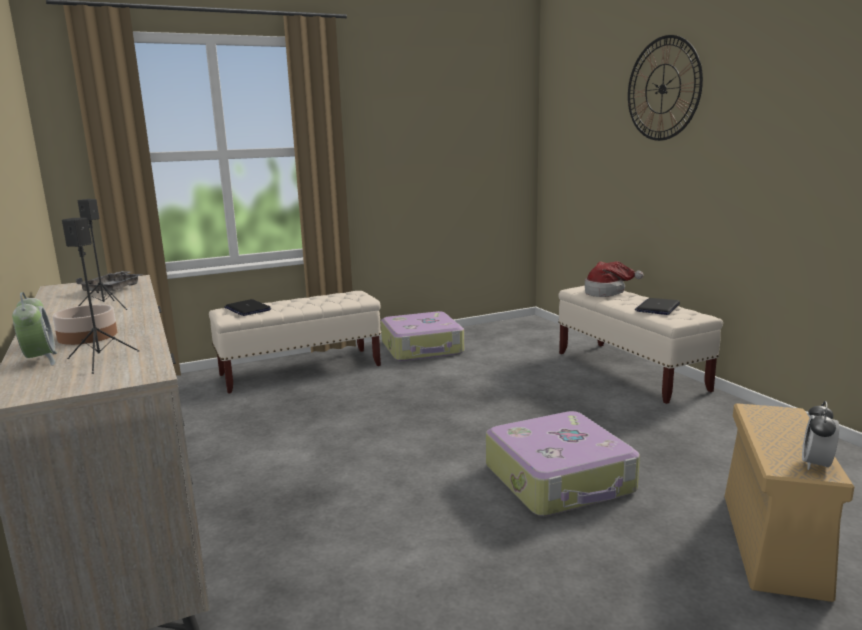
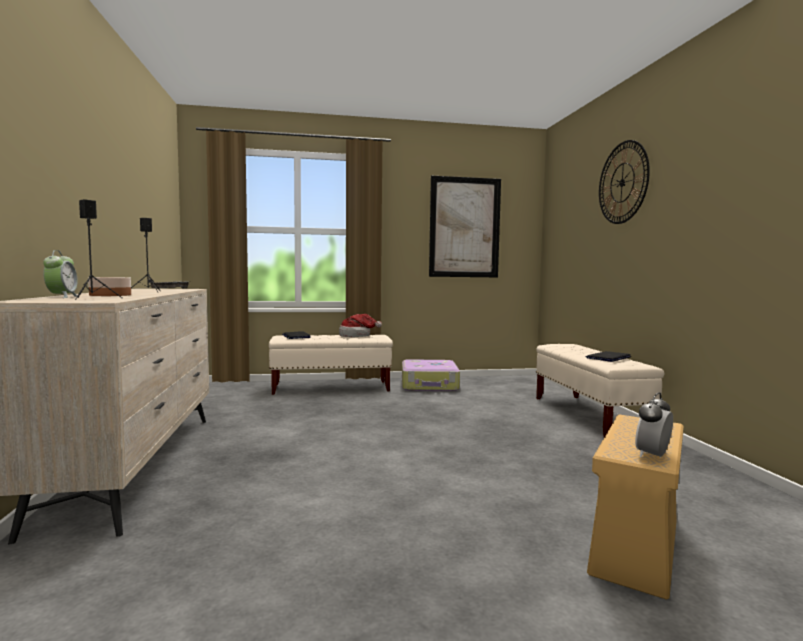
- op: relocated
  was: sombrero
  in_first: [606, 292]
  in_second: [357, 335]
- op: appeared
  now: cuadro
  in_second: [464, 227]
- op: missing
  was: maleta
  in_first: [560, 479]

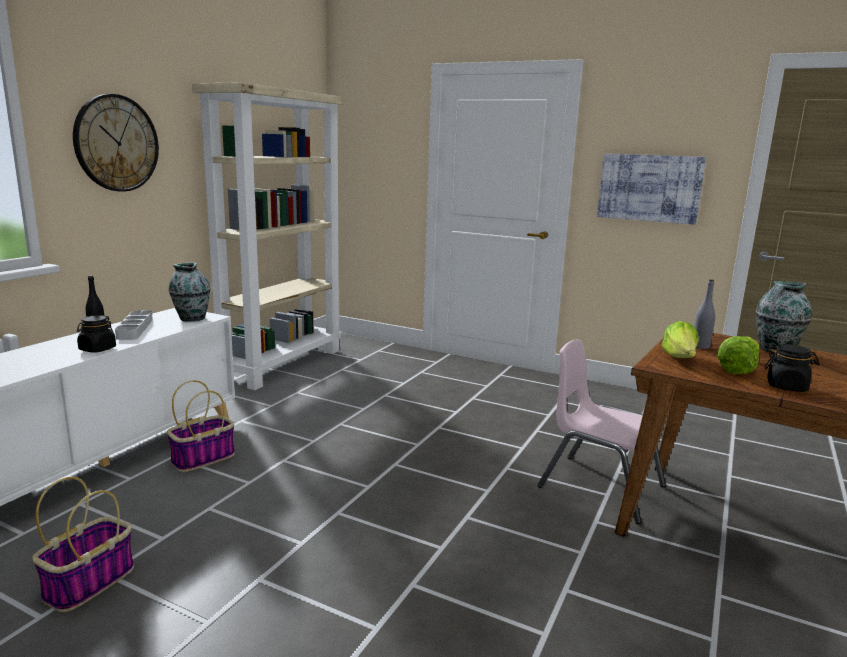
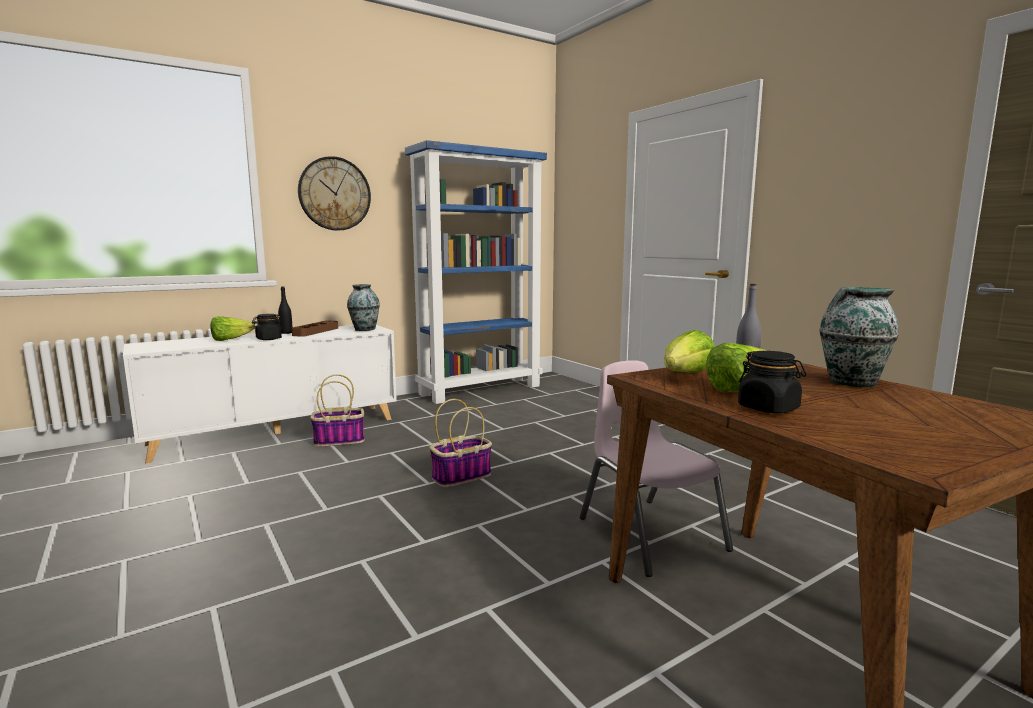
- op: appeared
  now: lechuga
  in_second: [230, 340]
- op: colour
  was: bandeja (gris)
  now: bandeja (marrón)
  in_first: [135, 328]
  in_second: [316, 331]
- op: colour
  was: estantería (beis)
  now: estantería (azul)
  in_first: [282, 364]
  in_second: [481, 390]
- op: relocated
  was: cesta
  in_first: [90, 582]
  in_second: [462, 476]
- op: missing
  was: cuadro
  in_first: [649, 188]

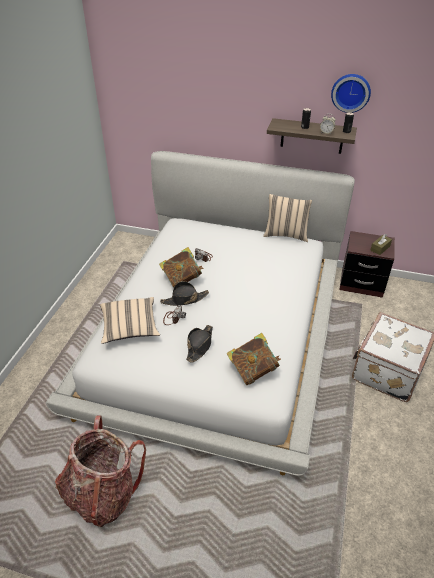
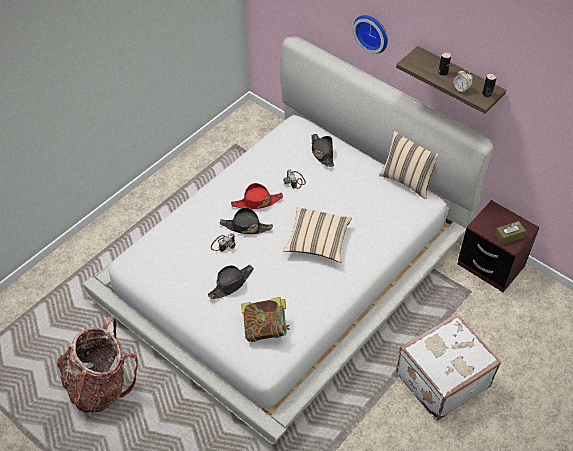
- op: exchanged
  was: libro
  now: sombrero (rojo)
  in_first: [182, 280]
  in_second: [257, 202]
- op: relocated
  was: cojín (beis)
  in_first: [130, 327]
  in_second: [317, 241]
- op: appeared
  now: sombrero (negro)
  in_second: [322, 152]
- op: relocated
  was: reloj de pared
  in_first: [351, 92]
  in_second: [372, 32]

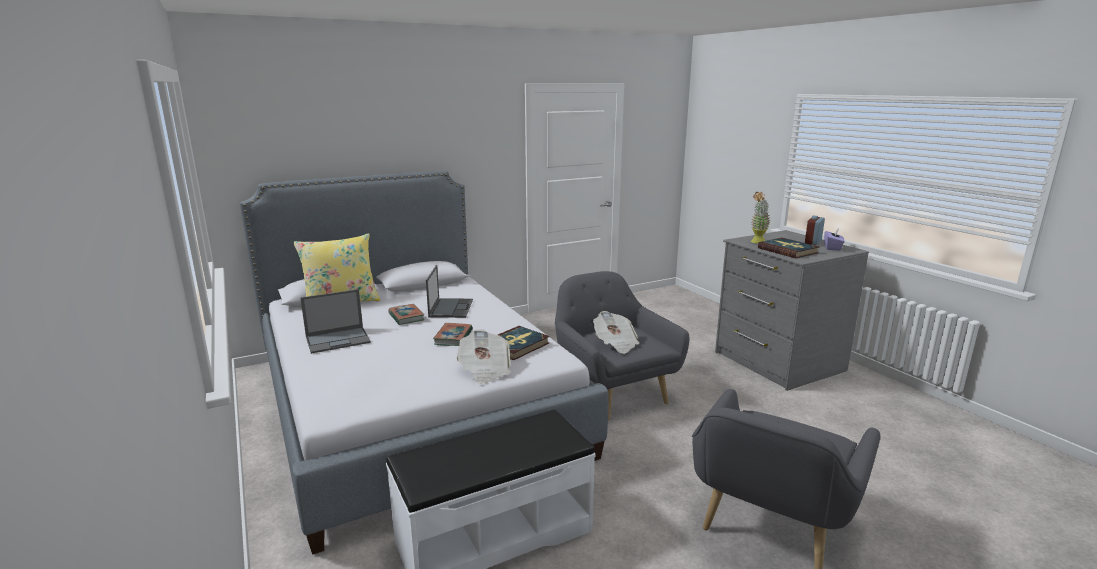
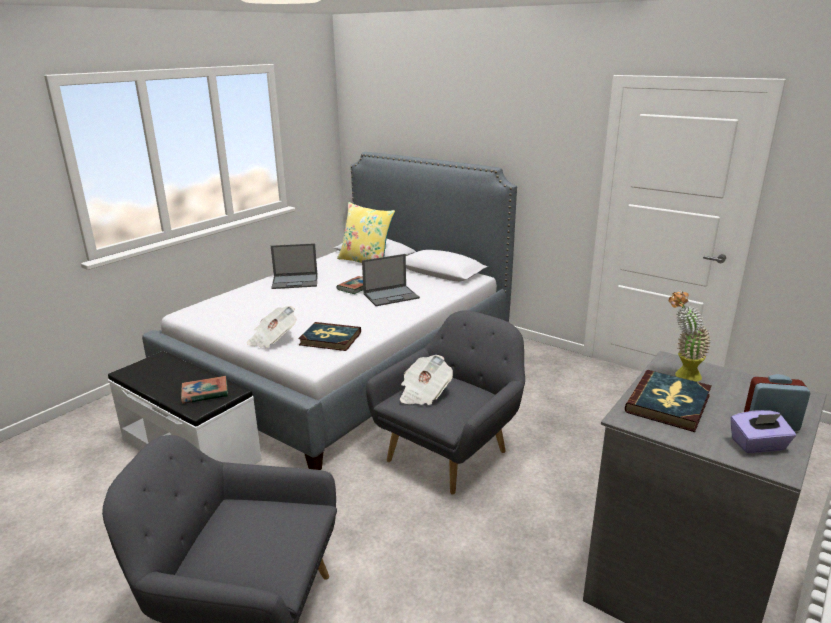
- op: relocated
  was: libro
  in_first: [453, 337]
  in_second: [205, 393]
- op: spun
  was: portátil
  in_first: [338, 340]
  in_second: [295, 281]
  clockwise: -45

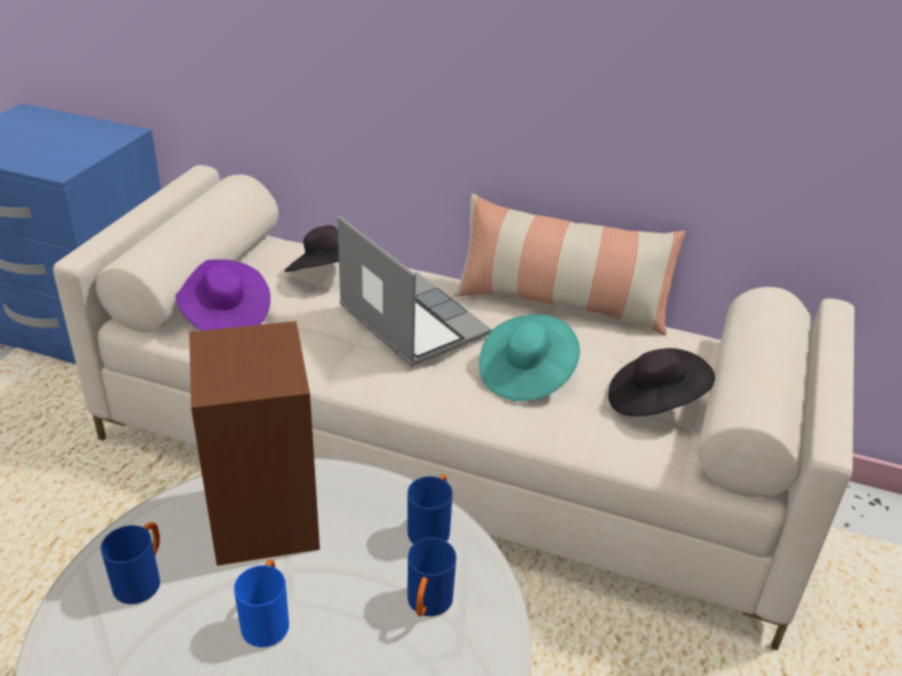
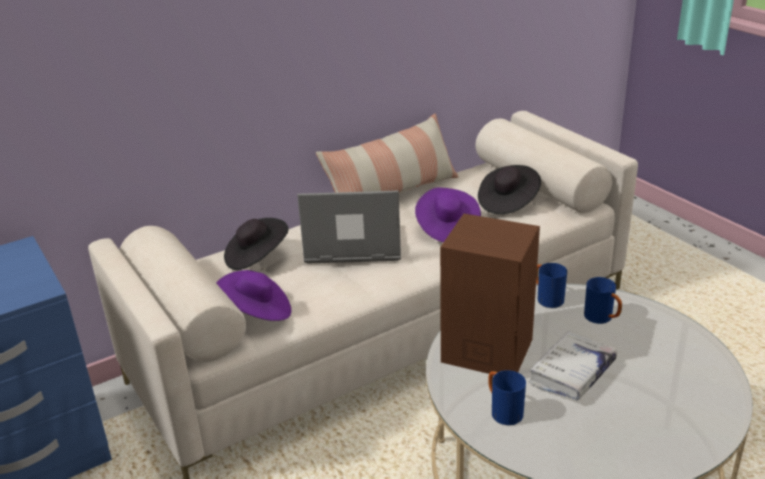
- op: colour
  was: sombrero (turquesa)
  now: sombrero (morado)
  in_first: [526, 375]
  in_second: [447, 228]
- op: exchanged
  was: taza grande (azul)
  now: libro (blanco)
  in_first: [267, 619]
  in_second: [572, 373]

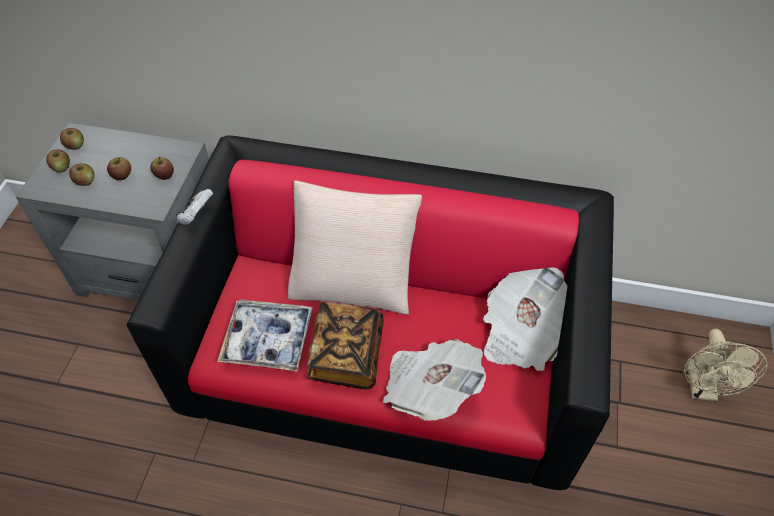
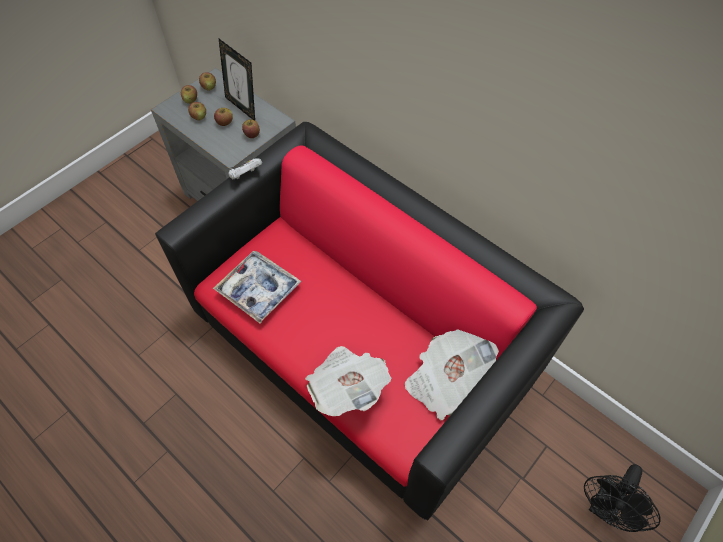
- op: appeared
  now: portarretratos
  in_second: [243, 107]
- op: colour
  was: ventilador (beis)
  now: ventilador (negro)
  in_first: [702, 388]
  in_second: [604, 507]
- op: missing
  was: cojín (beis)
  in_first: [354, 278]
- op: missing
  was: libro
  in_first: [346, 355]

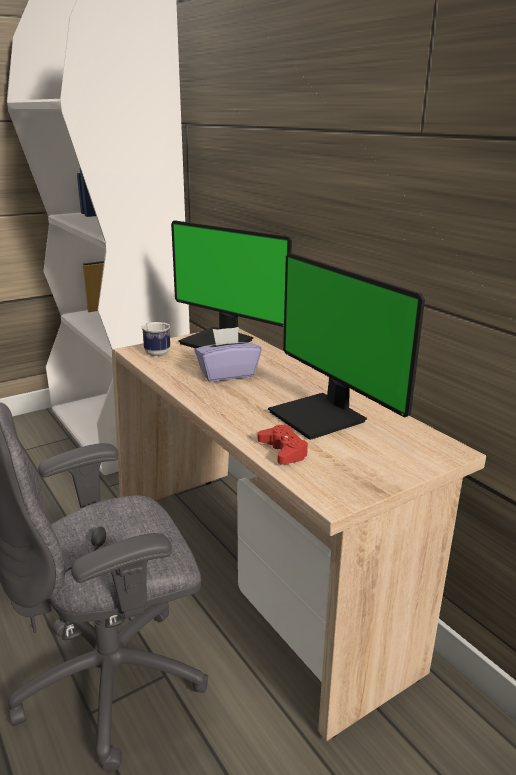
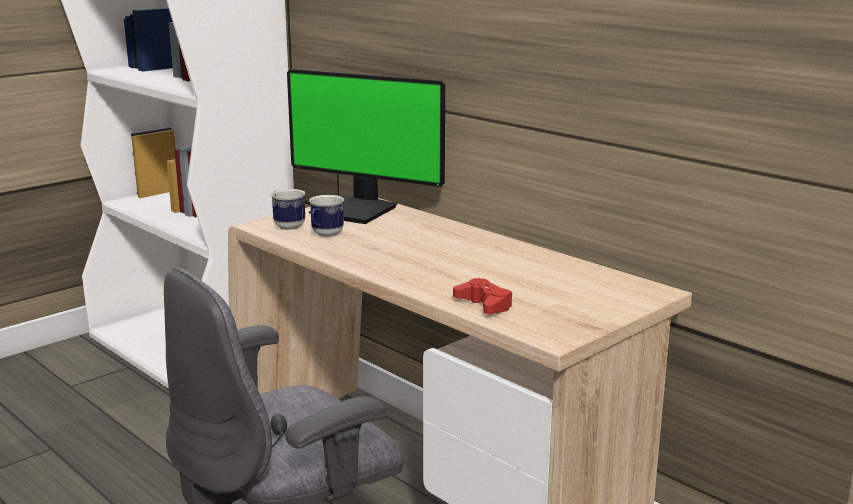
- op: appeared
  now: taza grande
  in_second: [325, 235]
- op: missing
  was: caja de pañuelos (morado)
  in_first: [227, 374]
- op: missing
  was: monitor
  in_first: [321, 416]

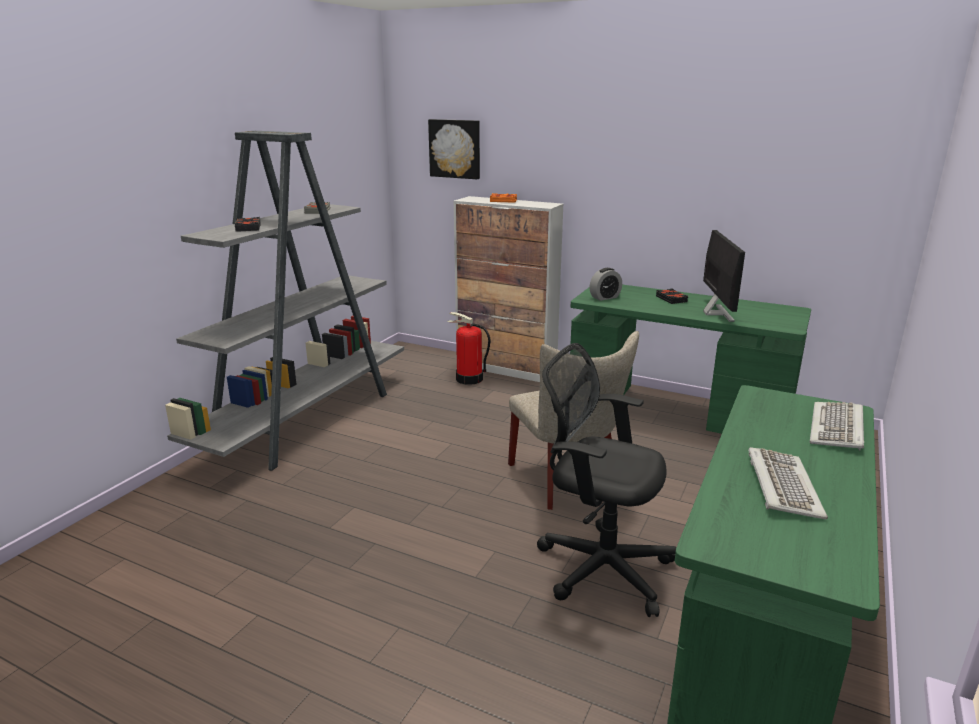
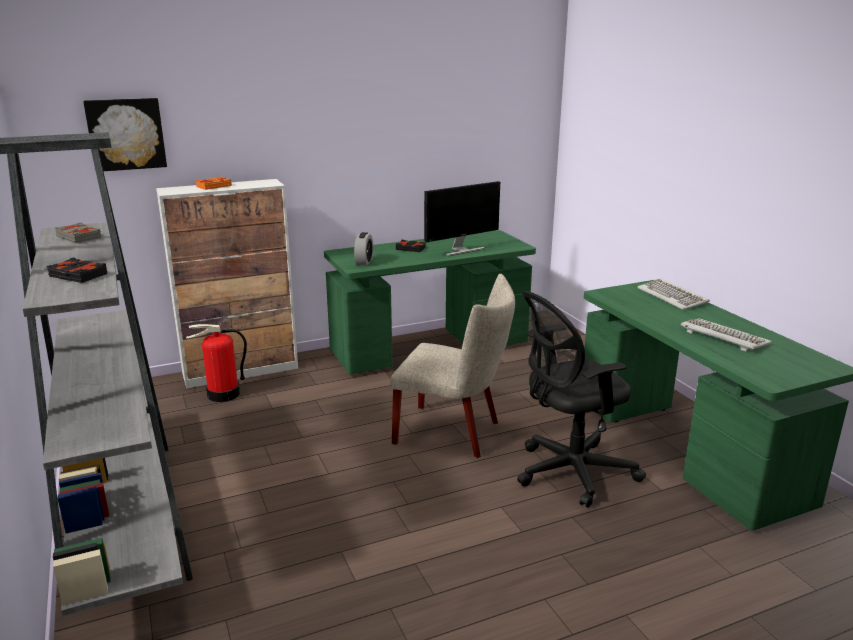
- op: spun
  was: monitor
  in_first: [716, 313]
  in_second: [461, 250]
  clockwise: 105

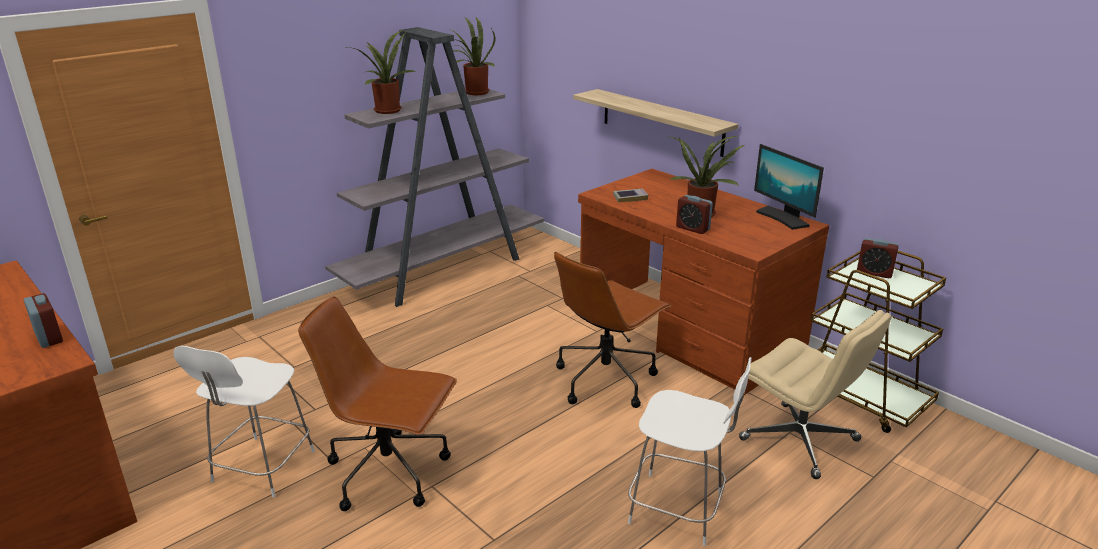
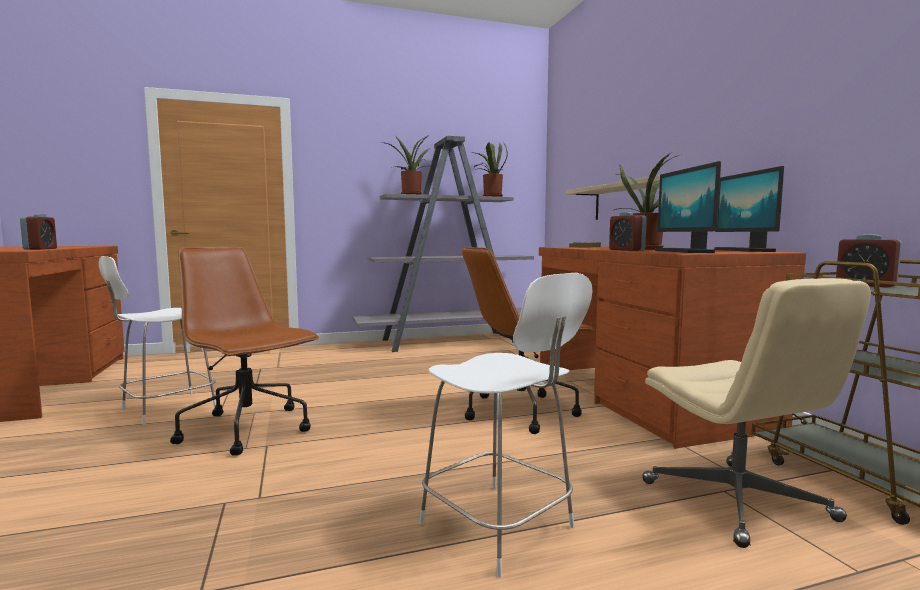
- op: appeared
  now: monitor
  in_second: [685, 251]

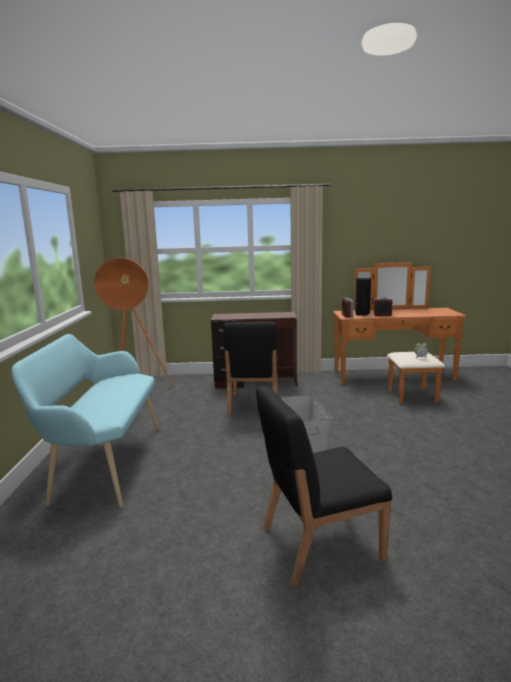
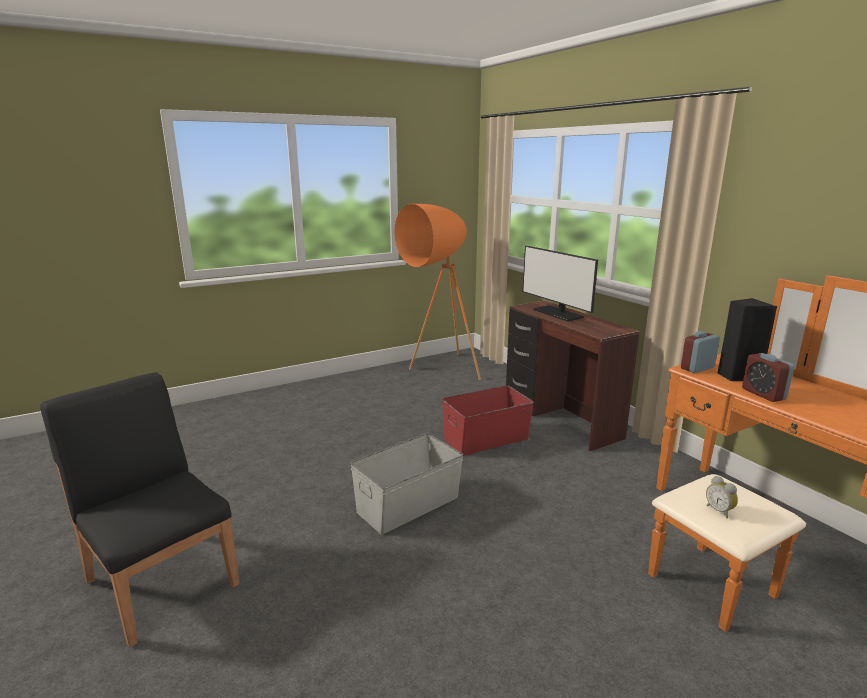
- op: exchanged
  was: silla (negro)
  now: caja de almacenaje (rojo)
  in_first: [253, 404]
  in_second: [485, 439]
- op: appeared
  now: monitor
  in_second: [557, 314]
- op: missing
  was: banco (turquesa)
  in_first: [103, 463]

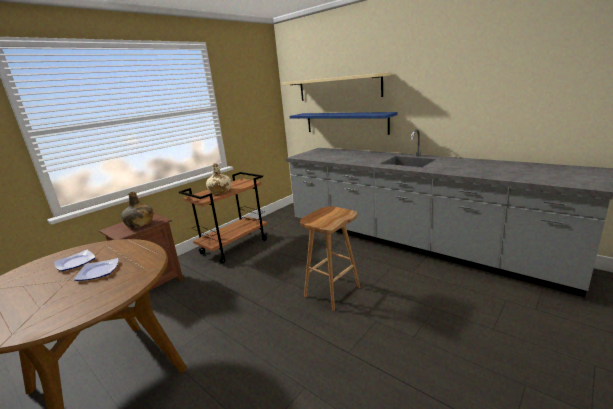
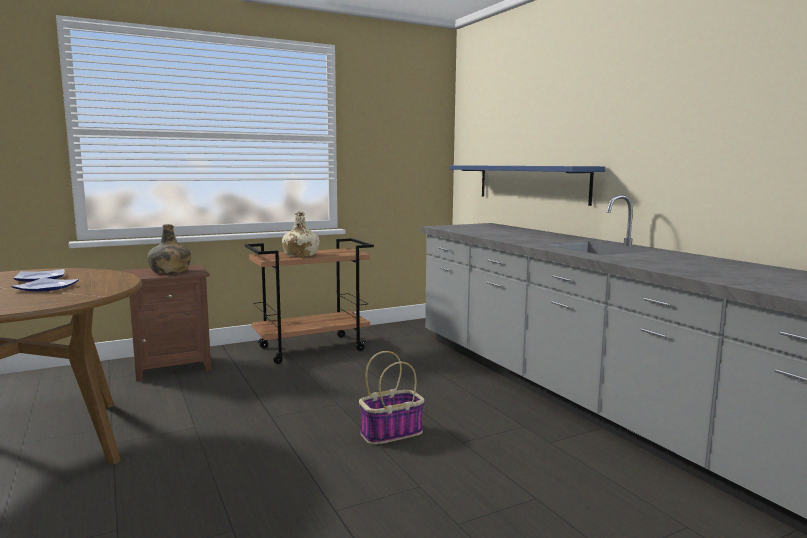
- op: exchanged
  was: taburete (marrón)
  now: cesta
  in_first: [332, 291]
  in_second: [392, 433]
- op: missing
  was: estante (beis)
  in_first: [338, 88]

